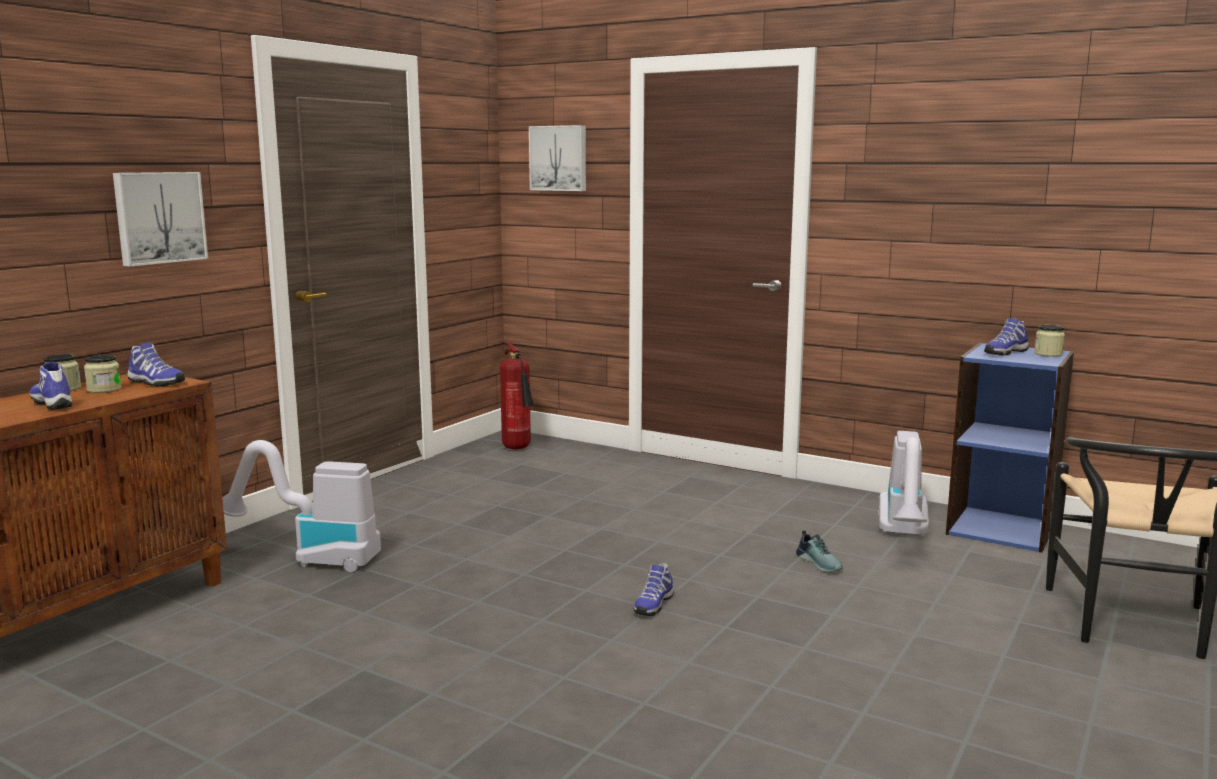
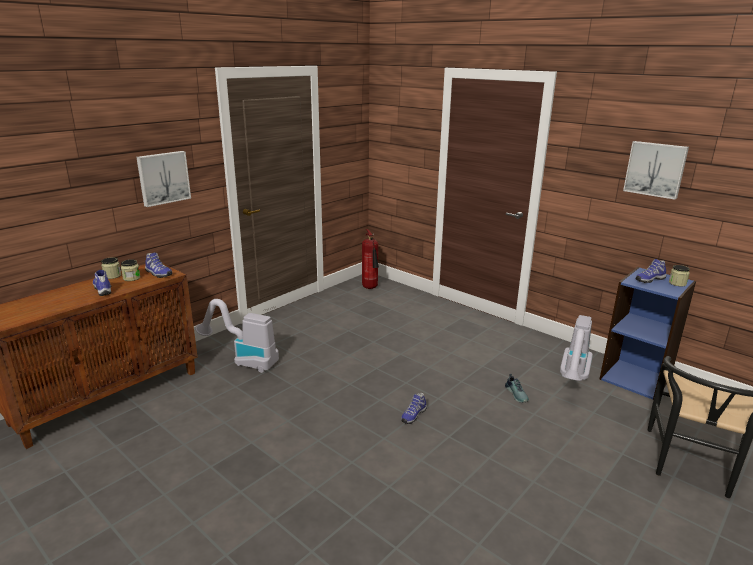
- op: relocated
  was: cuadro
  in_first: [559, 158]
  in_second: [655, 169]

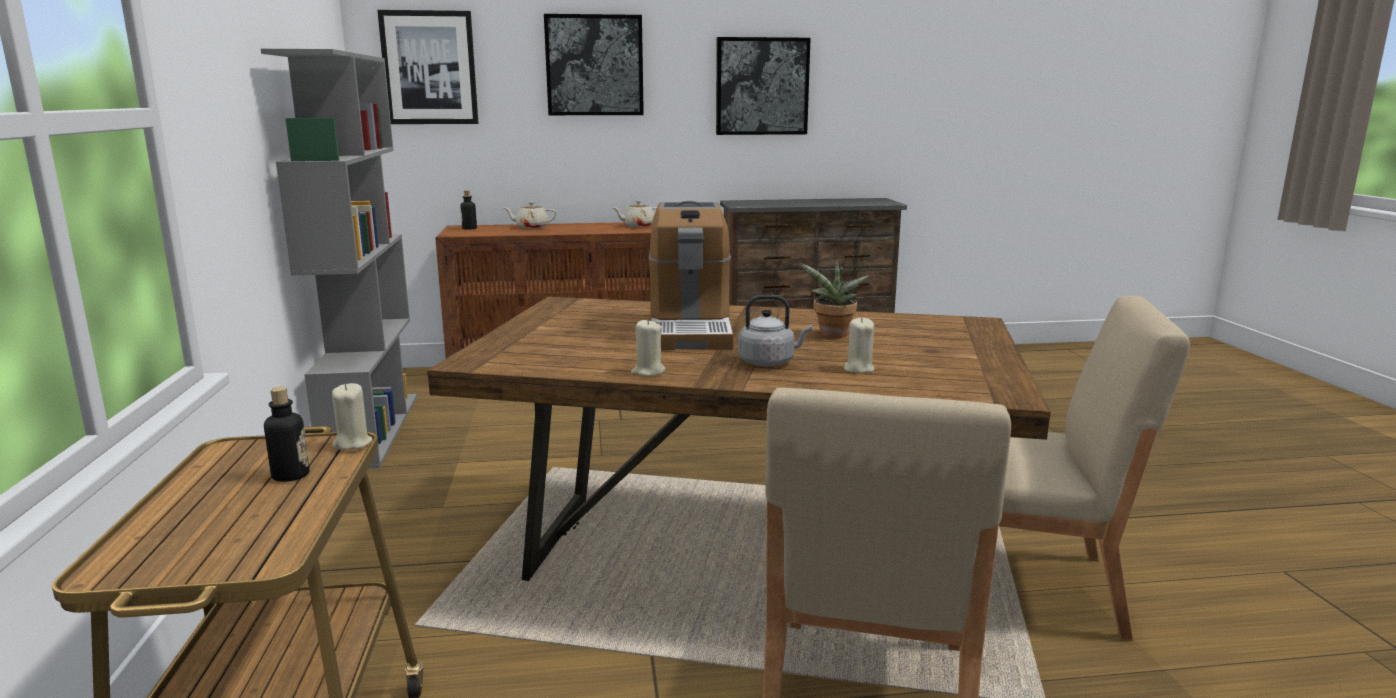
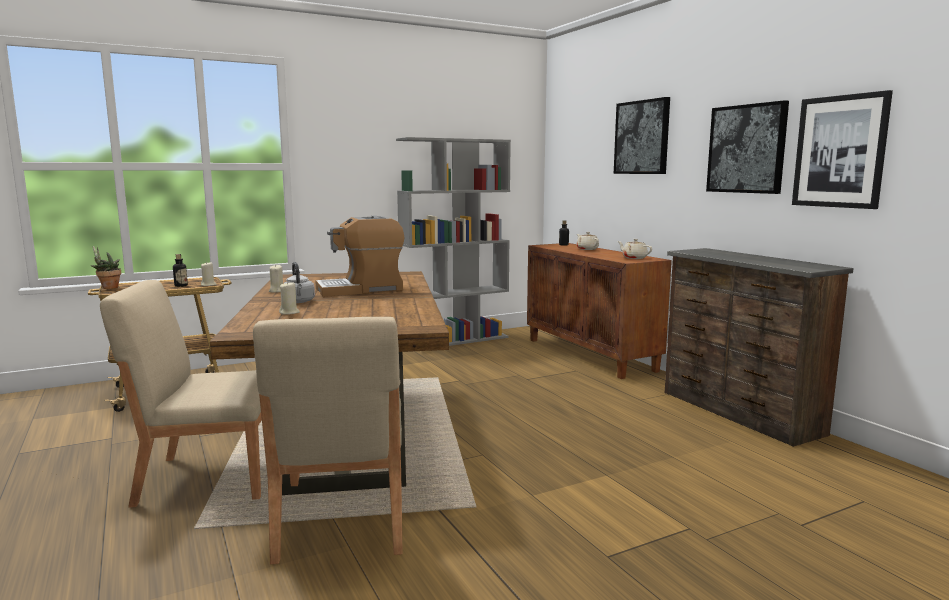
- op: relocated
  was: planta en maceta
  in_first: [832, 336]
  in_second: [108, 287]
- op: relocated
  was: cuadro
  in_first: [429, 68]
  in_second: [840, 152]

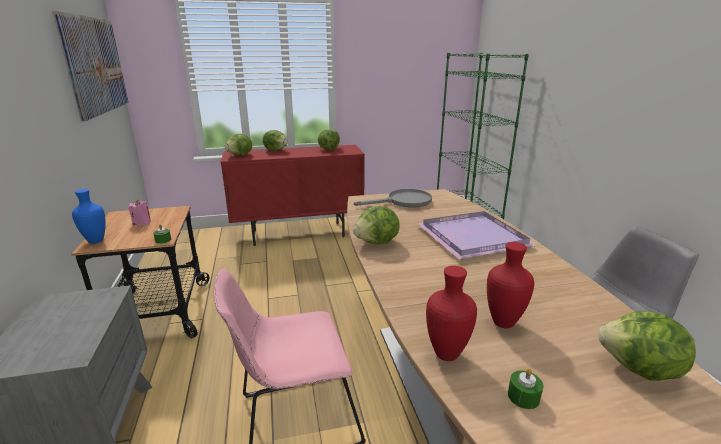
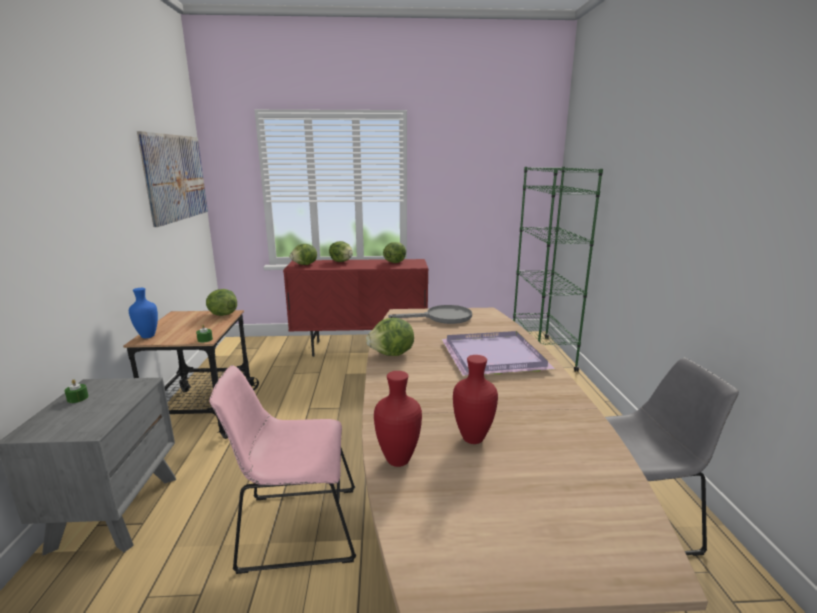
- op: relocated
  was: vela (verde)
  in_first: [523, 396]
  in_second: [78, 398]
- op: relocated
  was: lechuga
  in_first: [639, 370]
  in_second: [222, 314]
- op: missing
  was: vela (rosa)
  in_first: [142, 222]

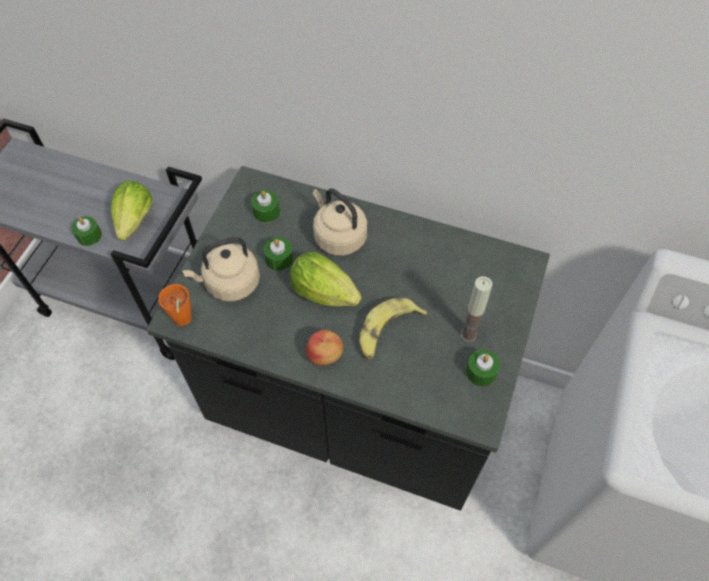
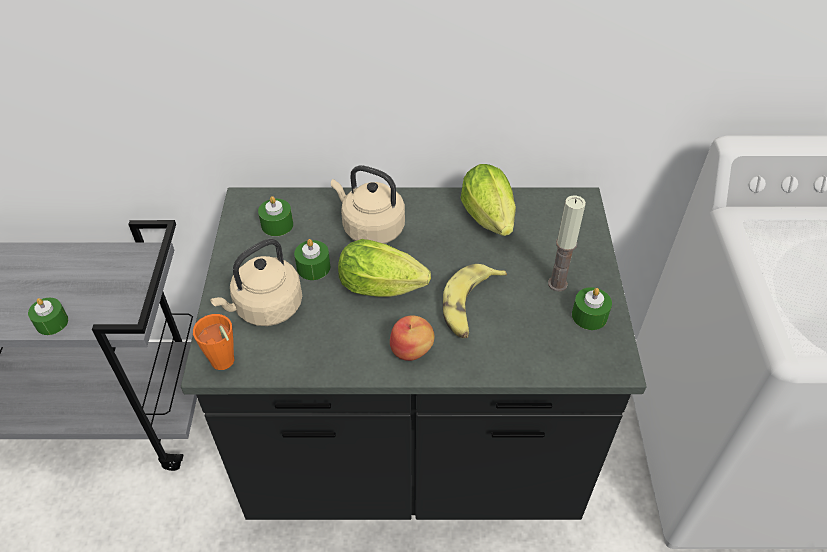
- op: relocated
  was: lechuga
  in_first: [134, 223]
  in_second: [490, 221]

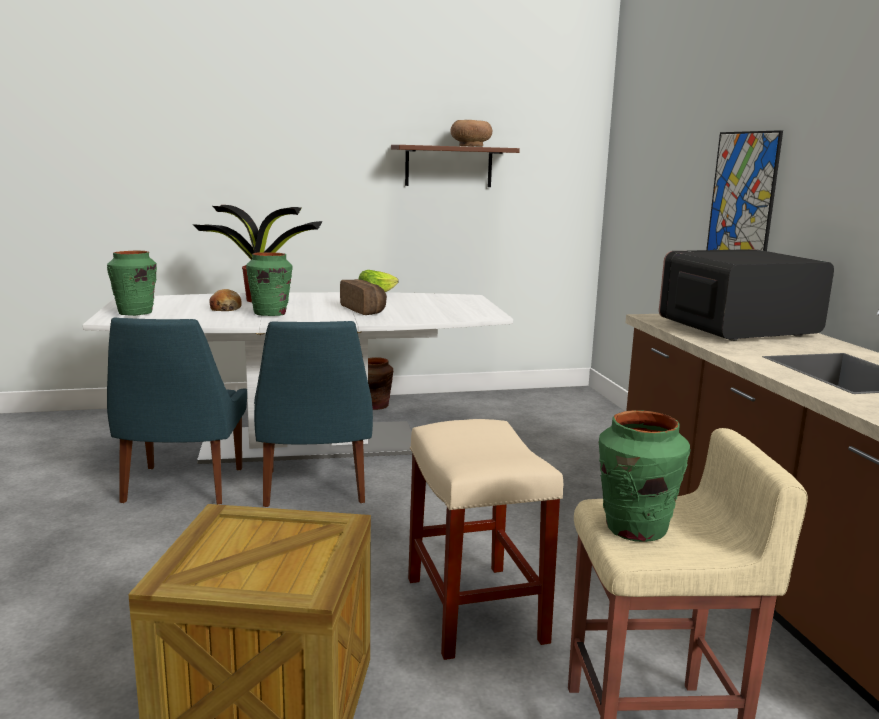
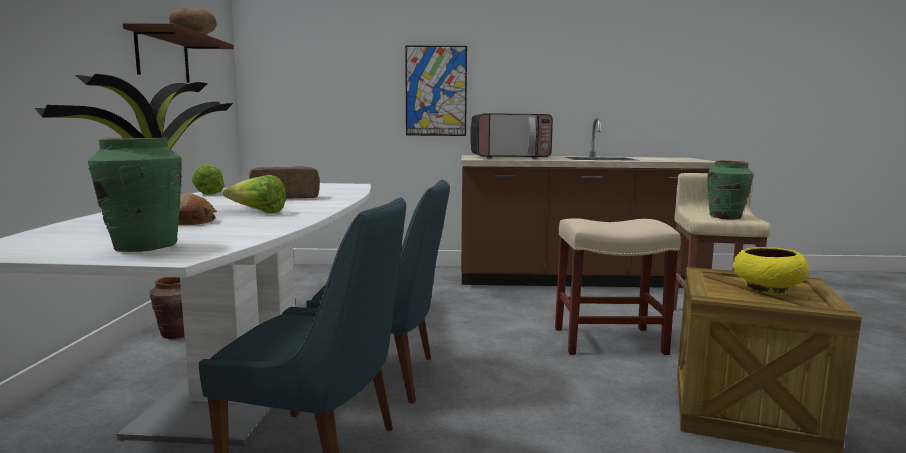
- op: exchanged
  was: florero (verde)
  now: lechuga
  in_first: [270, 314]
  in_second: [258, 212]
- op: spun
  was: microondas
  in_first: [736, 329]
  in_second: [510, 157]
  clockwise: -90
- op: appeared
  now: cuenco (amarillo)
  in_second: [766, 289]

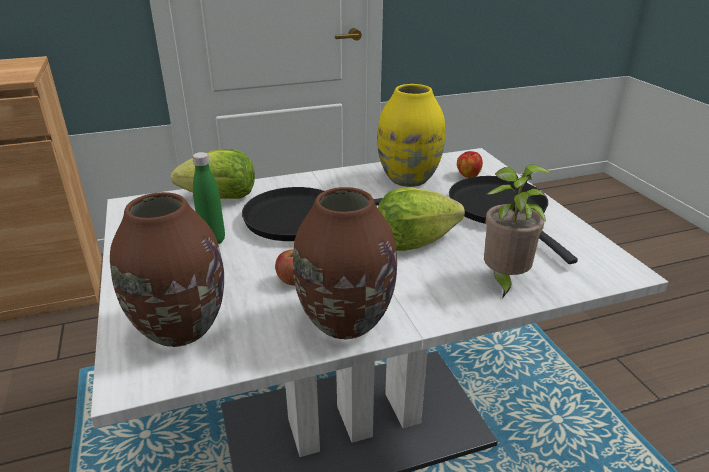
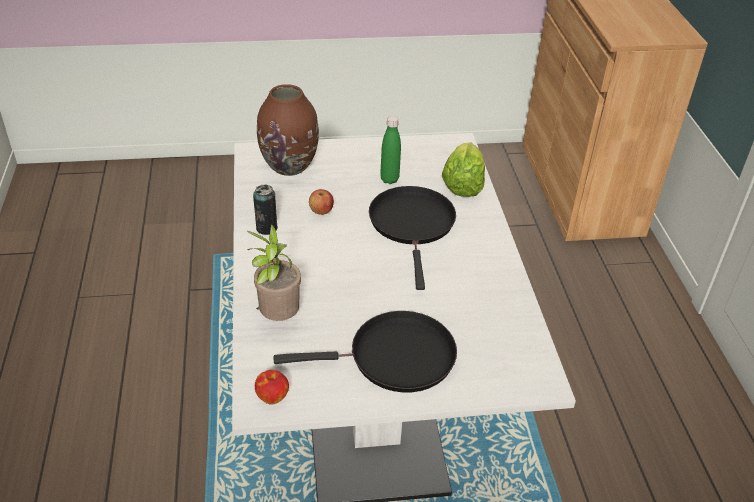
- op: exchanged
  was: florero (marrón)
  now: lata
  in_first: [345, 321]
  in_second: [266, 228]
- op: relocated
  was: manzana
  in_first: [468, 175]
  in_second: [272, 396]
- op: missing
  was: florero (amarillo)
  in_first: [409, 179]
- op: missing
  was: lechuga
  in_first: [414, 241]

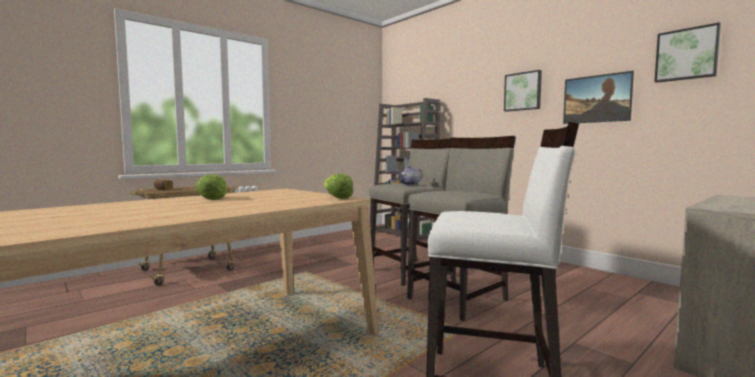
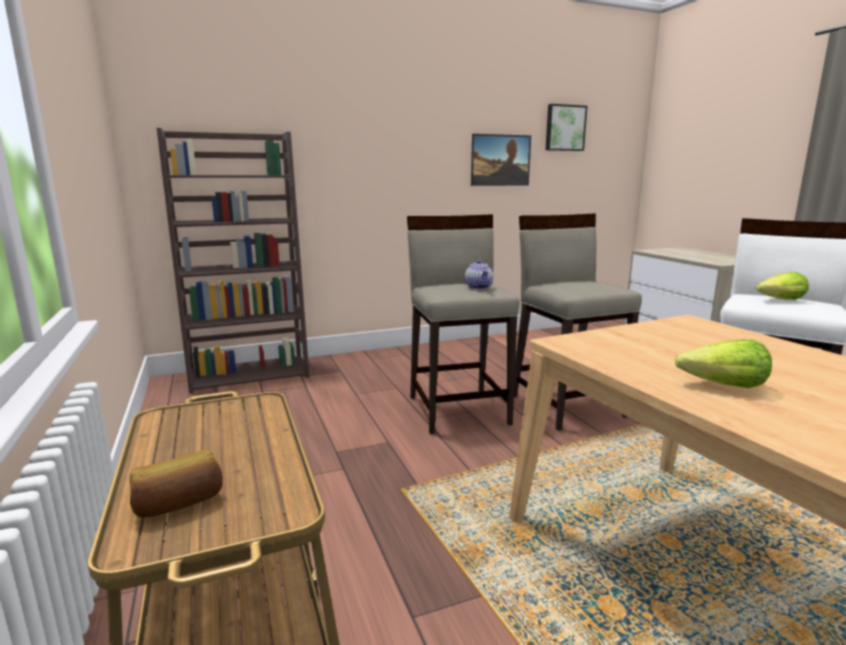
- op: relocated
  was: lechuga
  in_first: [336, 197]
  in_second: [781, 300]
- op: missing
  was: cuadro
  in_first: [523, 91]

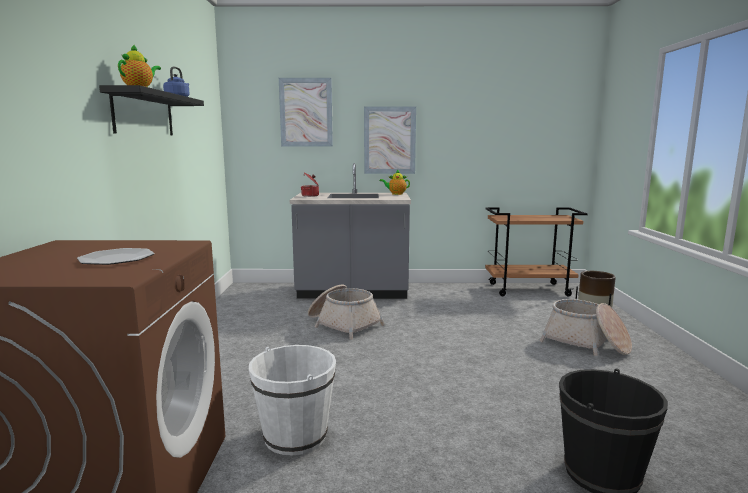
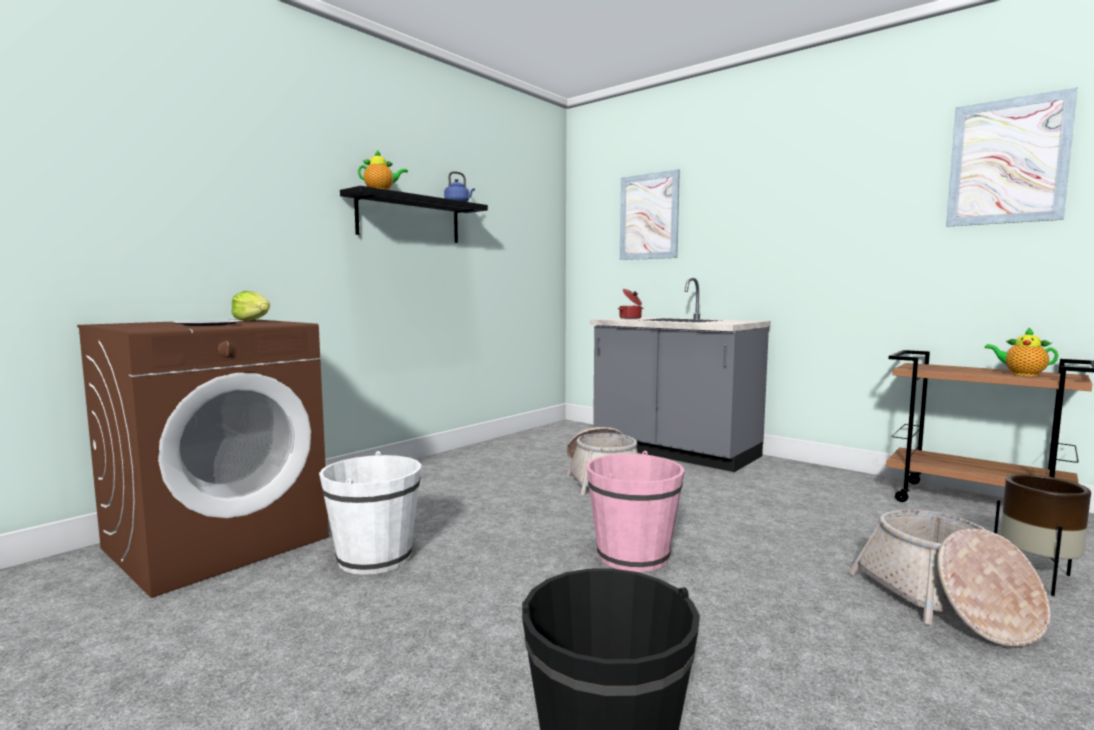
- op: appeared
  now: lechuga
  in_second: [254, 321]
- op: appeared
  now: cubo (rosa)
  in_second: [633, 555]
- op: relocated
  was: cuadro
  in_first: [389, 140]
  in_second: [1007, 161]
- op: relocated
  was: tetera
  in_first: [396, 194]
  in_second: [1021, 374]

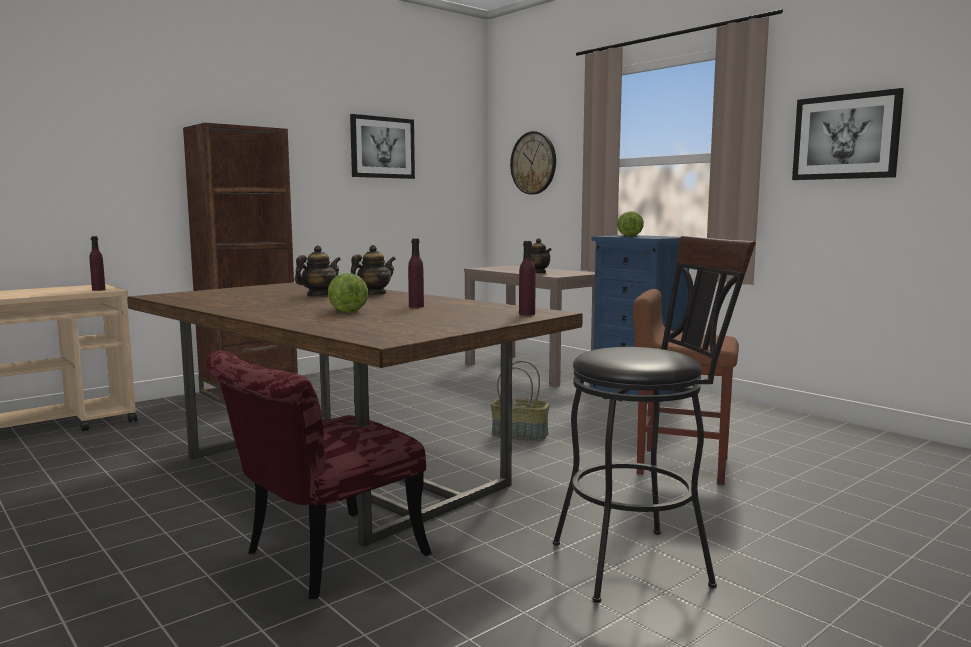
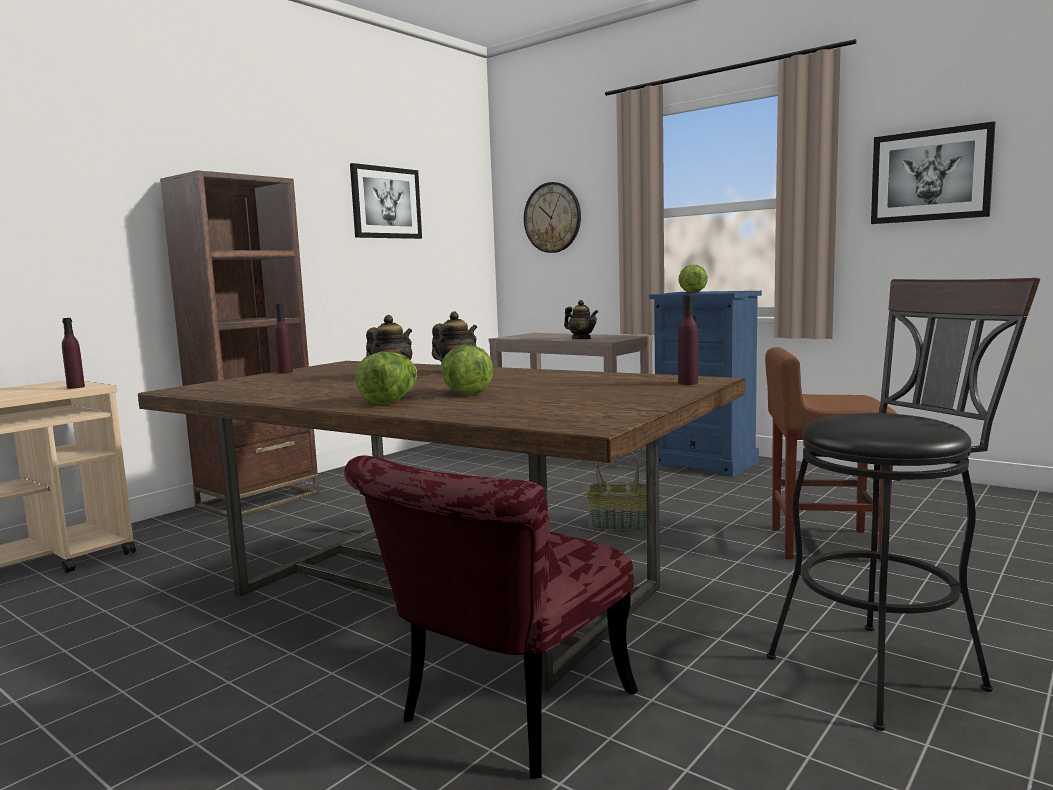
- op: relocated
  was: botella (morado)
  in_first: [416, 306]
  in_second: [285, 372]
- op: appeared
  now: lechuga
  in_second: [391, 401]

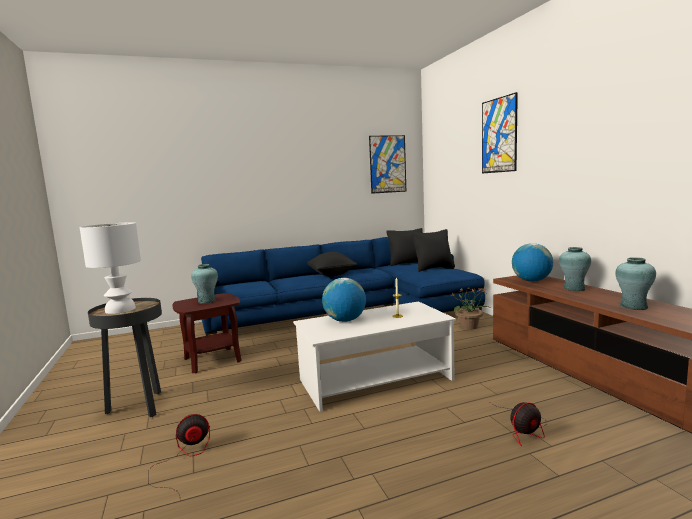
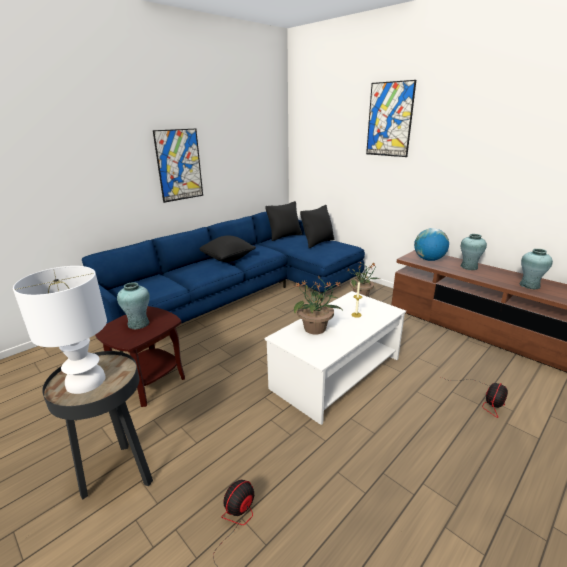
- op: relocated
  was: cuadro
  in_first: [387, 164]
  in_second: [179, 165]
- op: exchanged
  was: globo terráqueo
  now: planta en maceta
  in_first: [345, 320]
  in_second: [315, 329]

